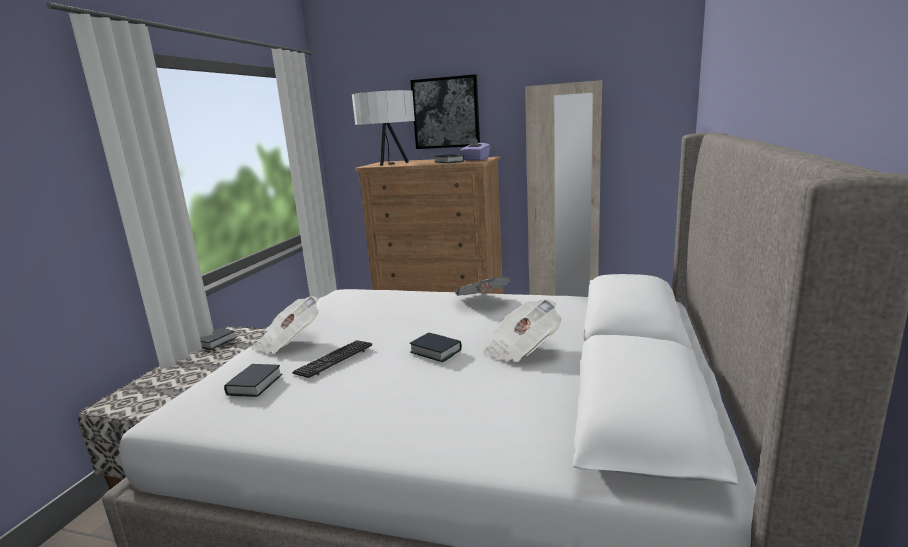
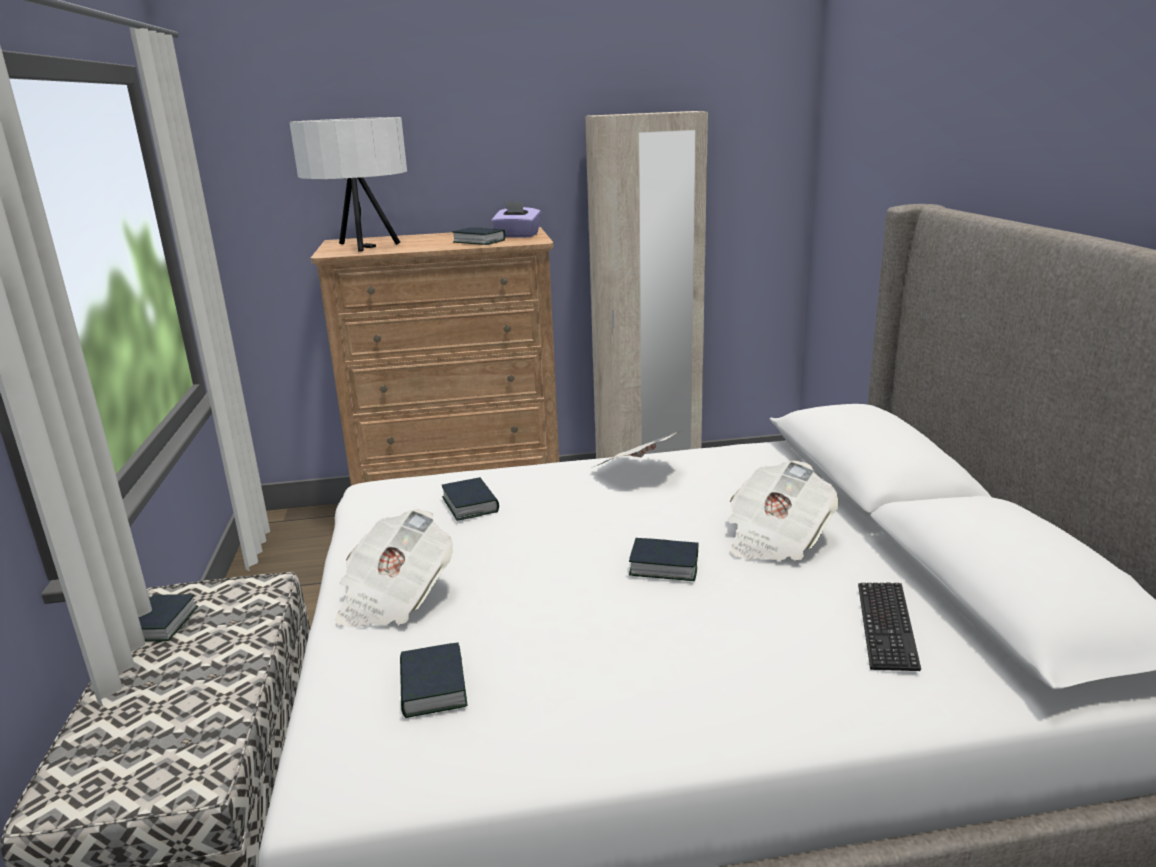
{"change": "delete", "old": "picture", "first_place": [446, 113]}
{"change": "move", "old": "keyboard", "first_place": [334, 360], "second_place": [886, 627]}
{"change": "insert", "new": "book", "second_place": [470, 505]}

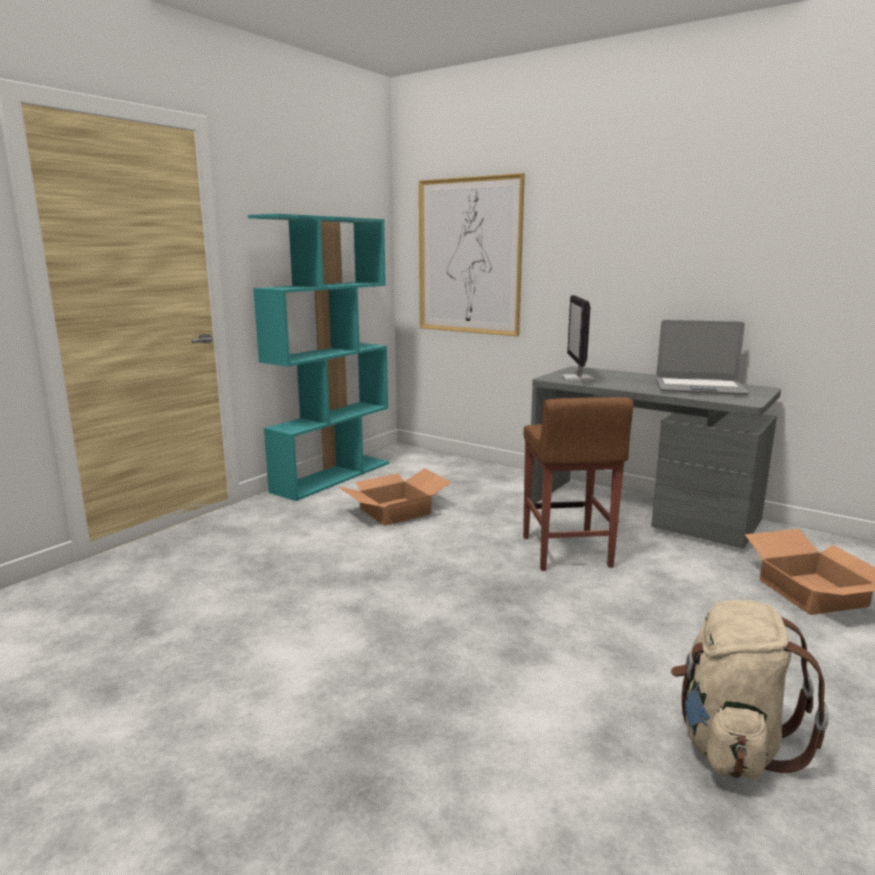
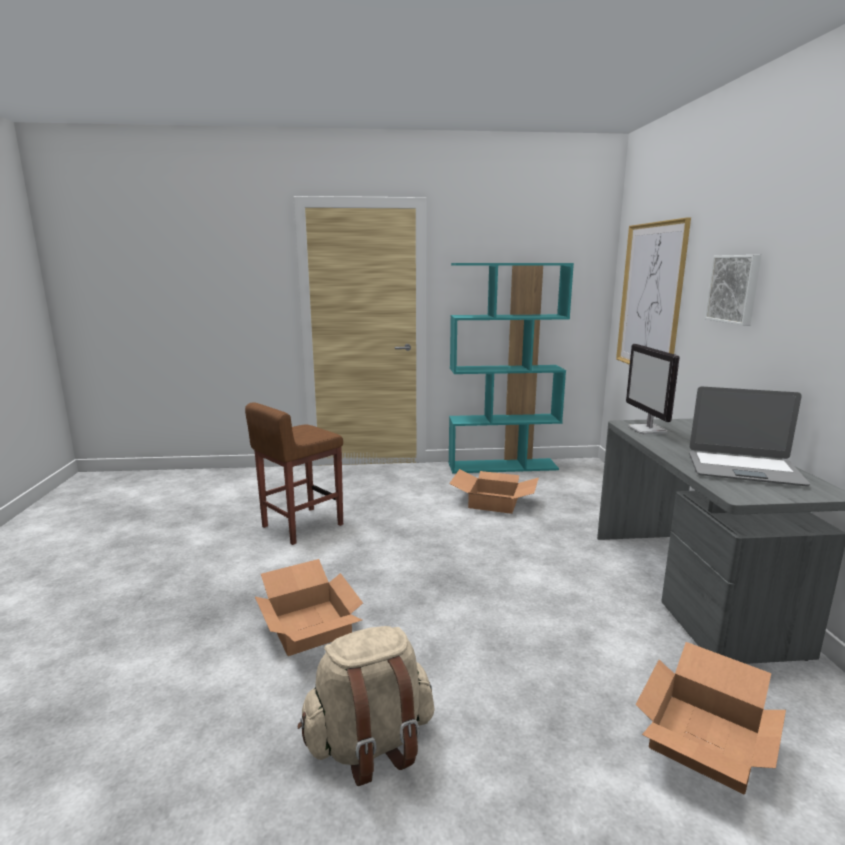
{"change": "rotate", "old": "monitor", "first_place": [578, 379], "second_place": [648, 430], "degrees": -60}
{"change": "rotate", "old": "laptop", "first_place": [699, 388], "second_place": [743, 469], "degrees": -45}
{"change": "move", "old": "brown stool", "first_place": [566, 552], "second_place": [301, 525]}
{"change": "insert", "new": "picture", "second_place": [734, 289]}
{"change": "insert", "new": "cardboard box", "second_place": [308, 626]}

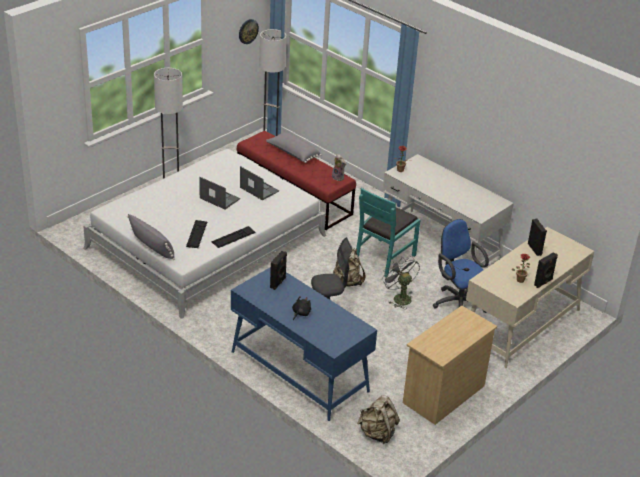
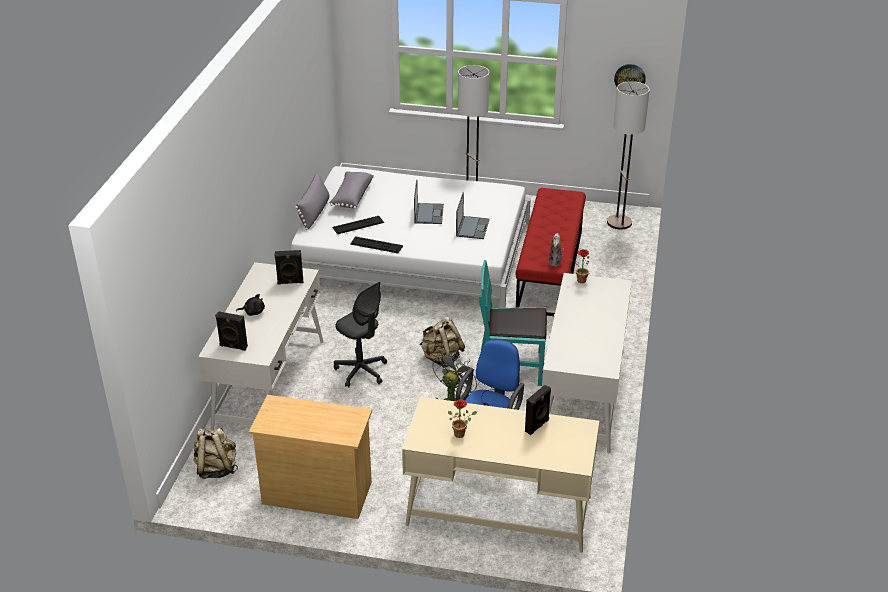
{"change": "move", "old": "grey pillow", "first_place": [292, 153], "second_place": [351, 196]}
{"change": "move", "old": "black speaker", "first_place": [543, 283], "second_place": [233, 347]}
{"change": "recolor", "old": "blue desk", "new": "white desk", "first_place": [299, 371], "second_place": [270, 383]}

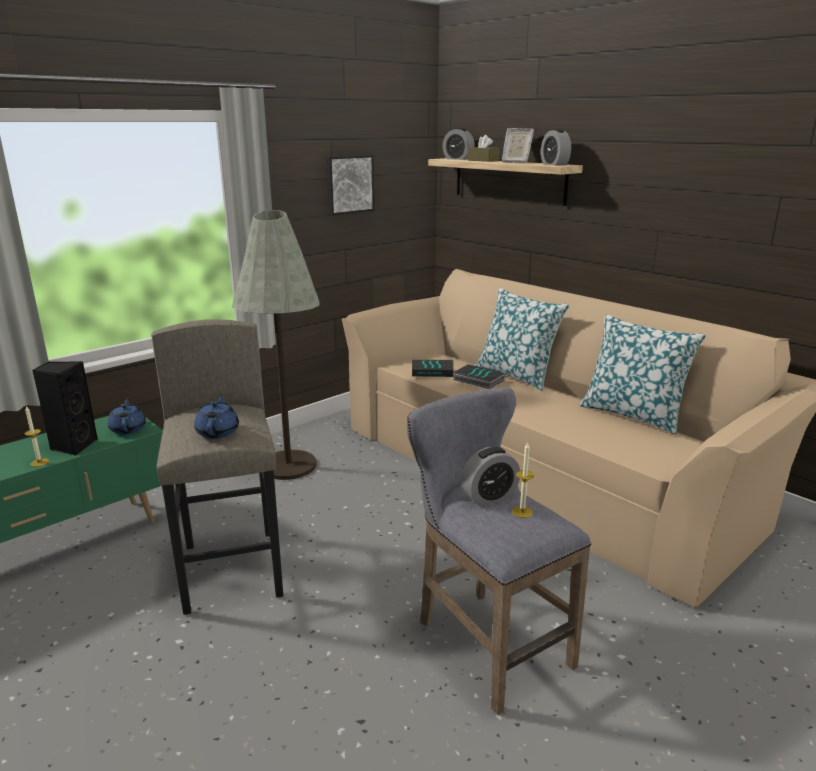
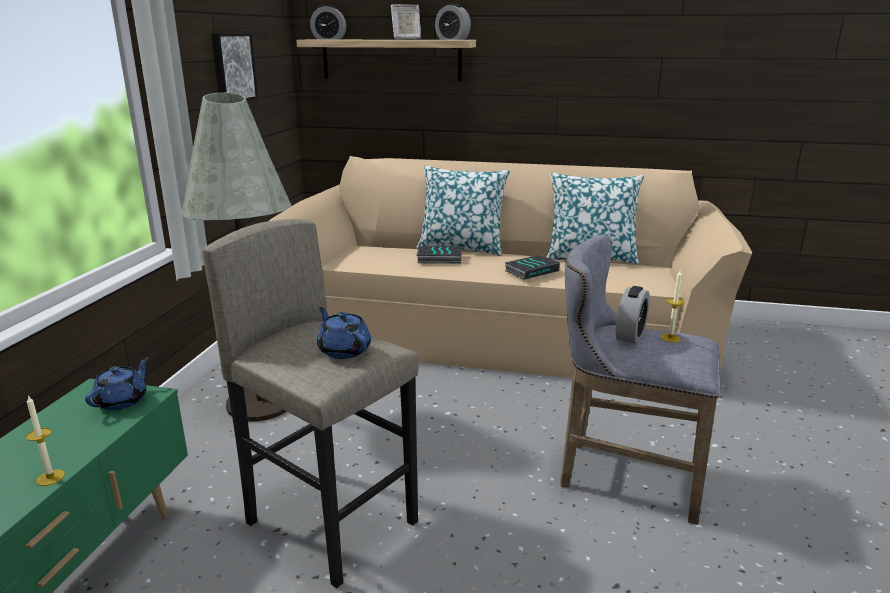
{"change": "delete", "old": "brown tissue box", "first_place": [483, 160]}
{"change": "move", "old": "book", "first_place": [433, 371], "second_place": [531, 270]}
{"change": "delete", "old": "black speaker", "first_place": [73, 446]}
{"change": "rotate", "old": "blue teapot", "first_place": [128, 429], "second_place": [122, 401], "degrees": 75}

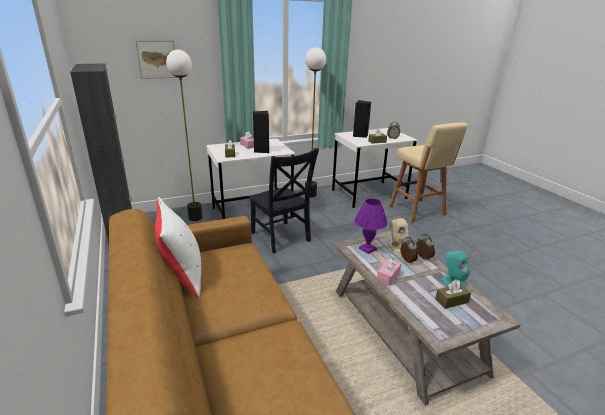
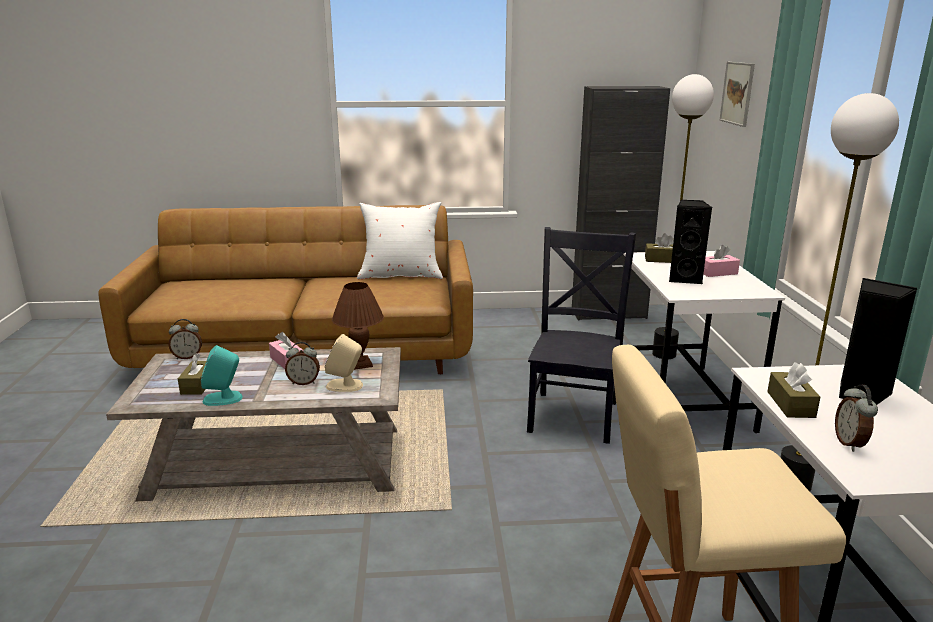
{"change": "rotate", "old": "black chair", "first_place": [281, 238], "second_place": [574, 413], "degrees": 120}
{"change": "recolor", "old": "purple table lamp", "new": "brown table lamp", "first_place": [367, 248], "second_place": [361, 364]}
{"change": "move", "old": "alarm clock", "first_place": [422, 258], "second_place": [187, 357]}

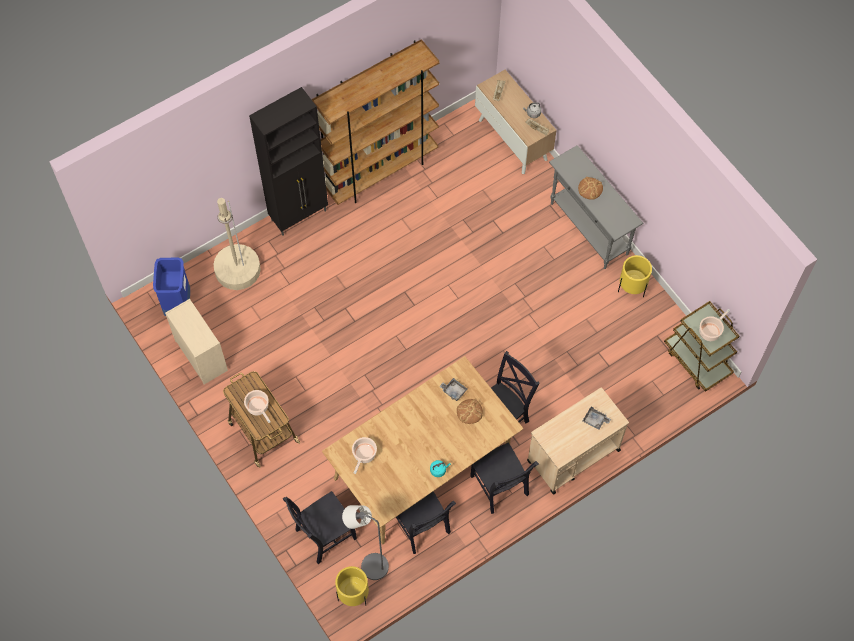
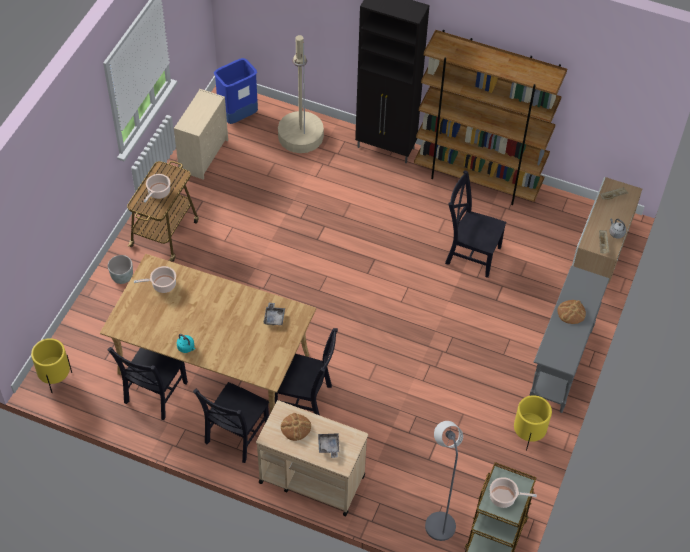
{"change": "move", "old": "bread", "first_place": [469, 412], "second_place": [295, 427]}
{"change": "move", "old": "black chair", "first_place": [323, 535], "second_place": [470, 254]}
{"change": "move", "old": "grey floor lamp", "first_place": [369, 565], "second_place": [438, 521]}
{"change": "insert", "new": "grey planter", "second_place": [122, 278]}

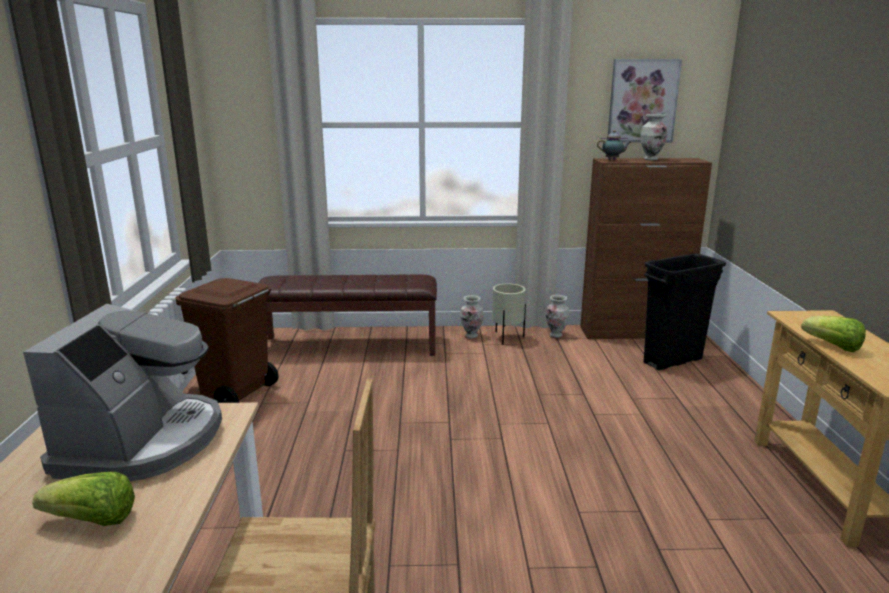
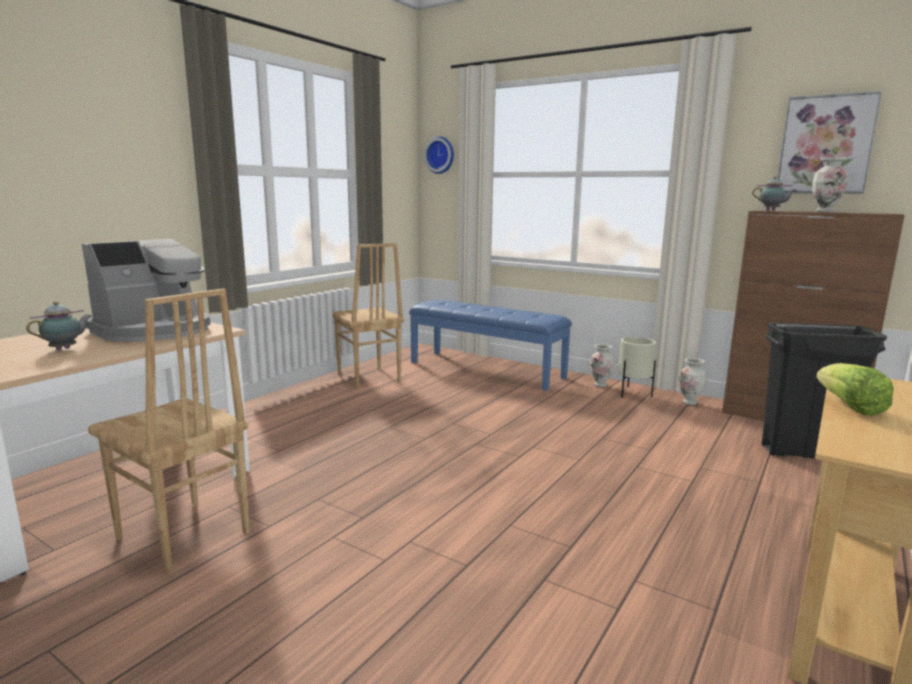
{"change": "recolor", "old": "brown bench", "new": "blue bench", "first_place": [349, 345], "second_place": [486, 369]}
{"change": "replace", "old": "brown trash can", "new": "brown chair", "first_place": [236, 394], "second_place": [368, 378]}
{"change": "replace", "old": "lettuce", "new": "teapot", "first_place": [92, 521], "second_place": [65, 349]}
{"change": "insert", "new": "wall clock", "second_place": [440, 155]}

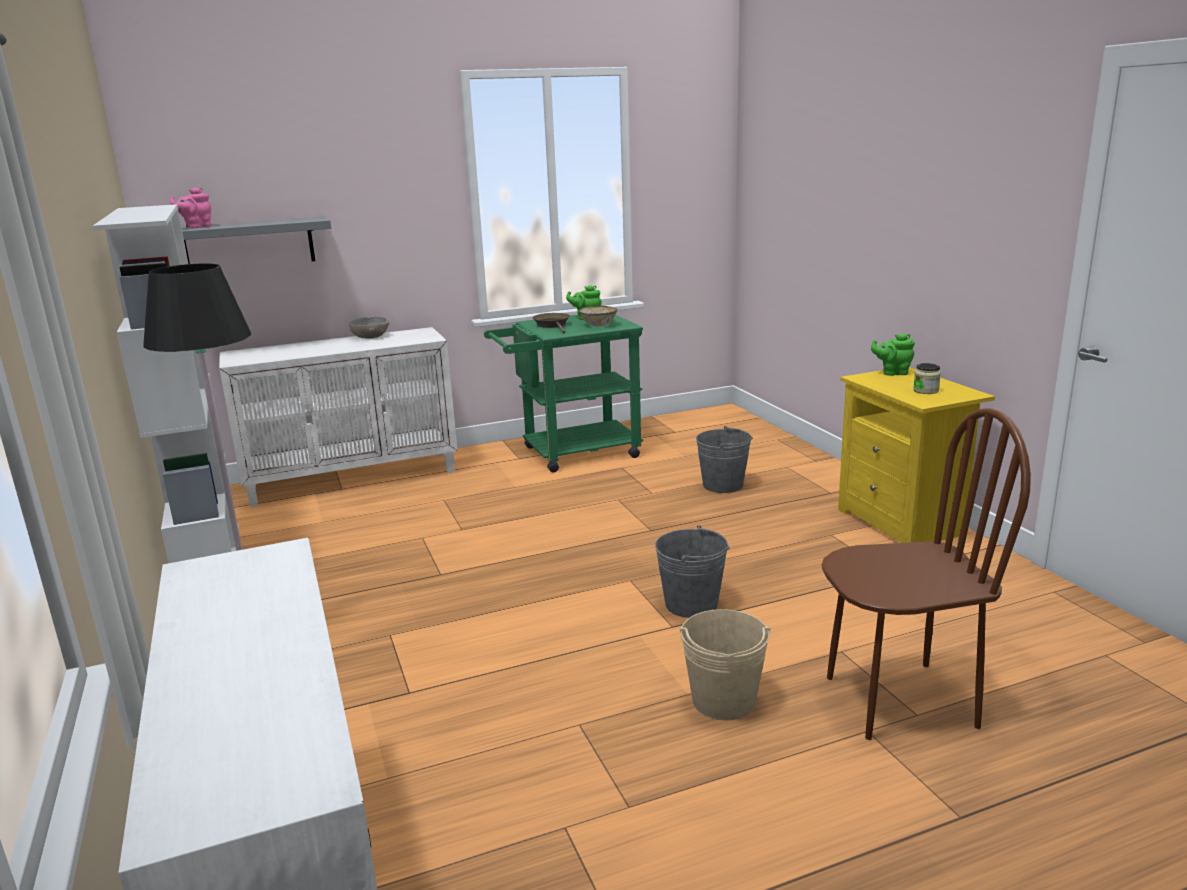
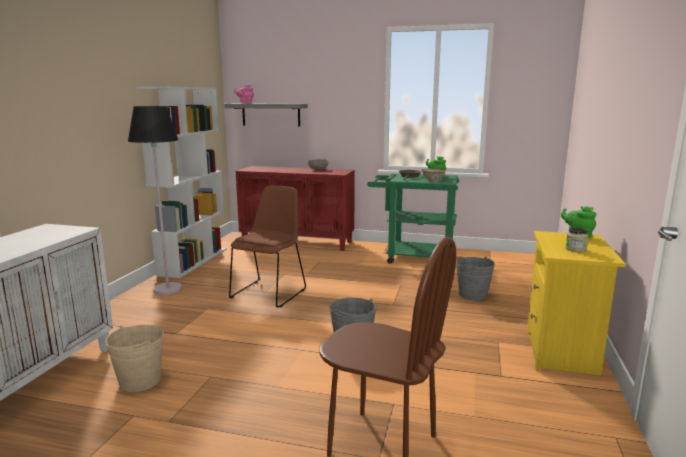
{"change": "recolor", "old": "white cabinet", "new": "red cabinet", "first_place": [353, 477], "second_place": [298, 242]}
{"change": "move", "old": "beige bucket", "first_place": [723, 700], "second_place": [140, 381]}
{"change": "insert", "new": "brown chair", "second_place": [269, 292]}

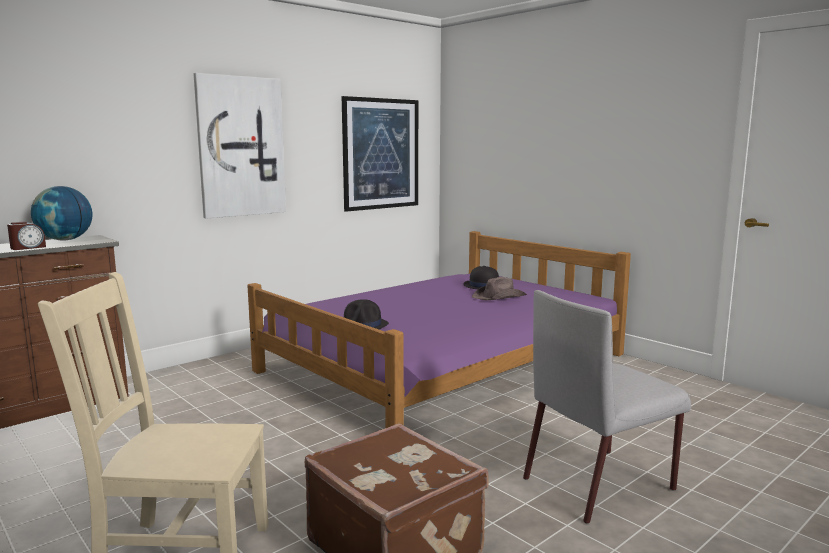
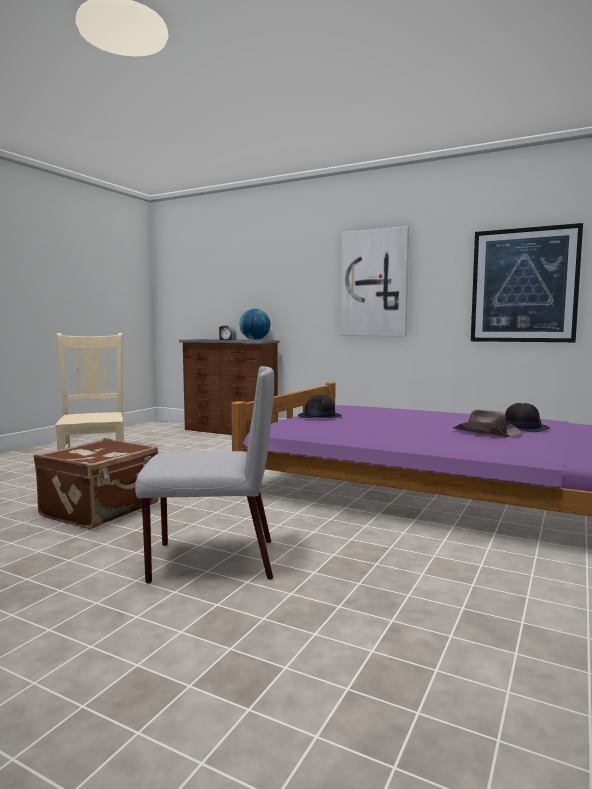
{"change": "rotate", "old": "grey chair", "first_place": [600, 483], "second_place": [210, 561], "degrees": 135}

